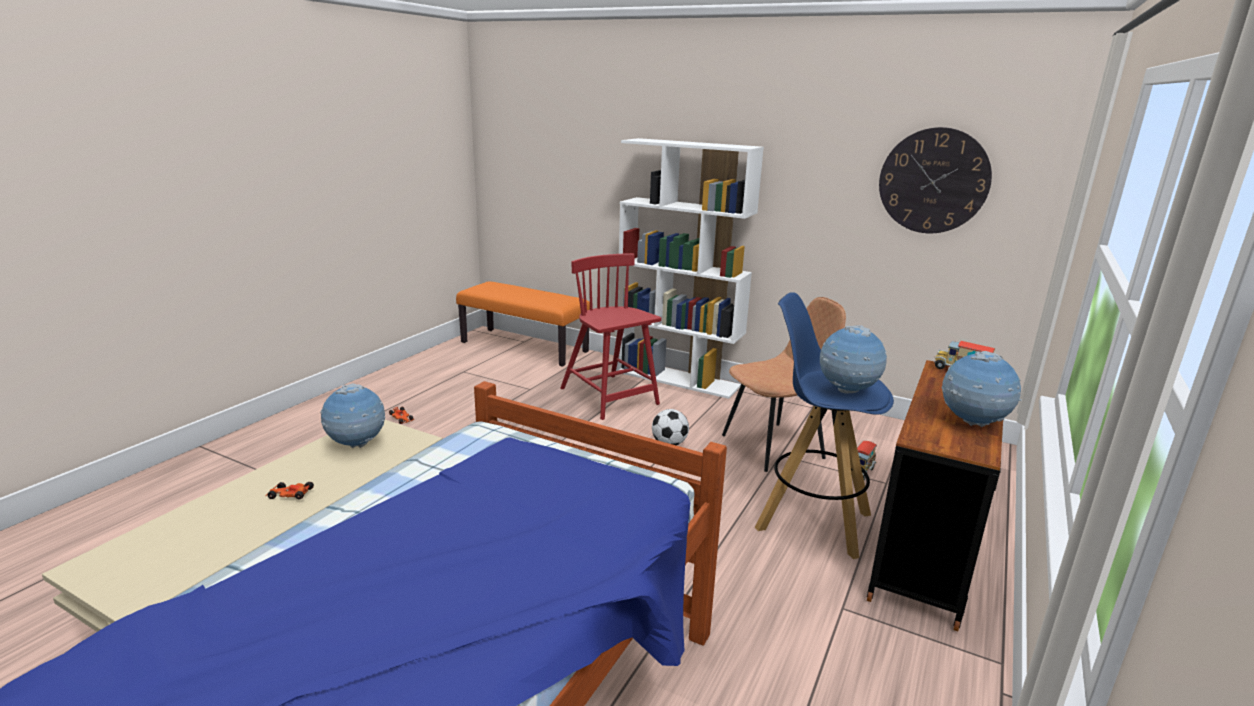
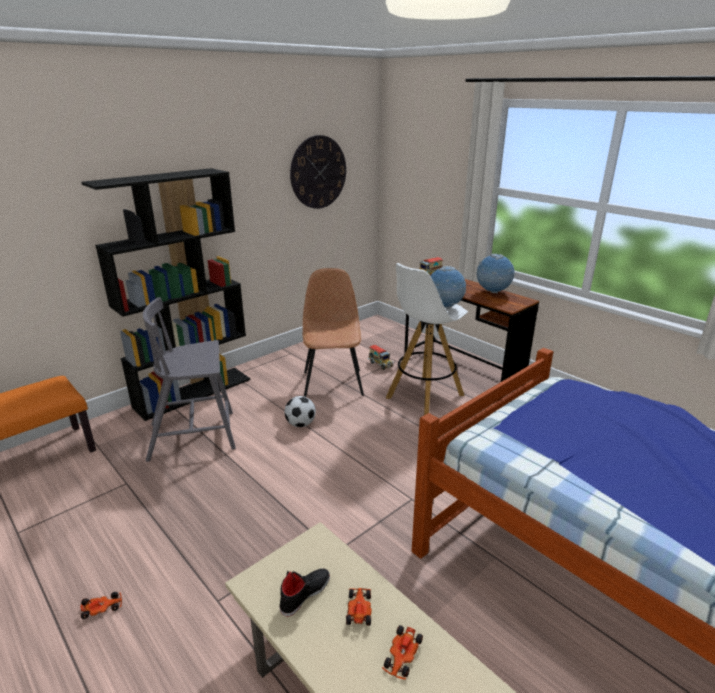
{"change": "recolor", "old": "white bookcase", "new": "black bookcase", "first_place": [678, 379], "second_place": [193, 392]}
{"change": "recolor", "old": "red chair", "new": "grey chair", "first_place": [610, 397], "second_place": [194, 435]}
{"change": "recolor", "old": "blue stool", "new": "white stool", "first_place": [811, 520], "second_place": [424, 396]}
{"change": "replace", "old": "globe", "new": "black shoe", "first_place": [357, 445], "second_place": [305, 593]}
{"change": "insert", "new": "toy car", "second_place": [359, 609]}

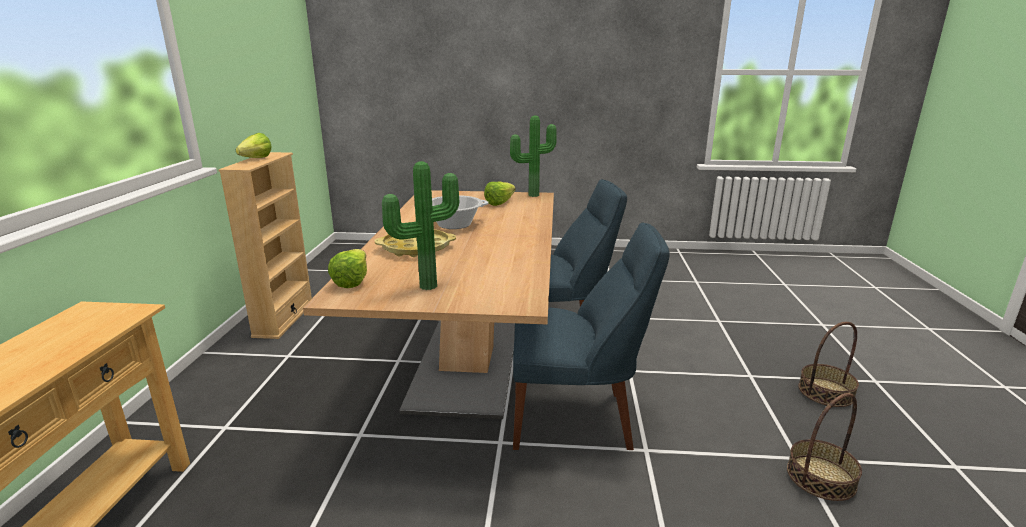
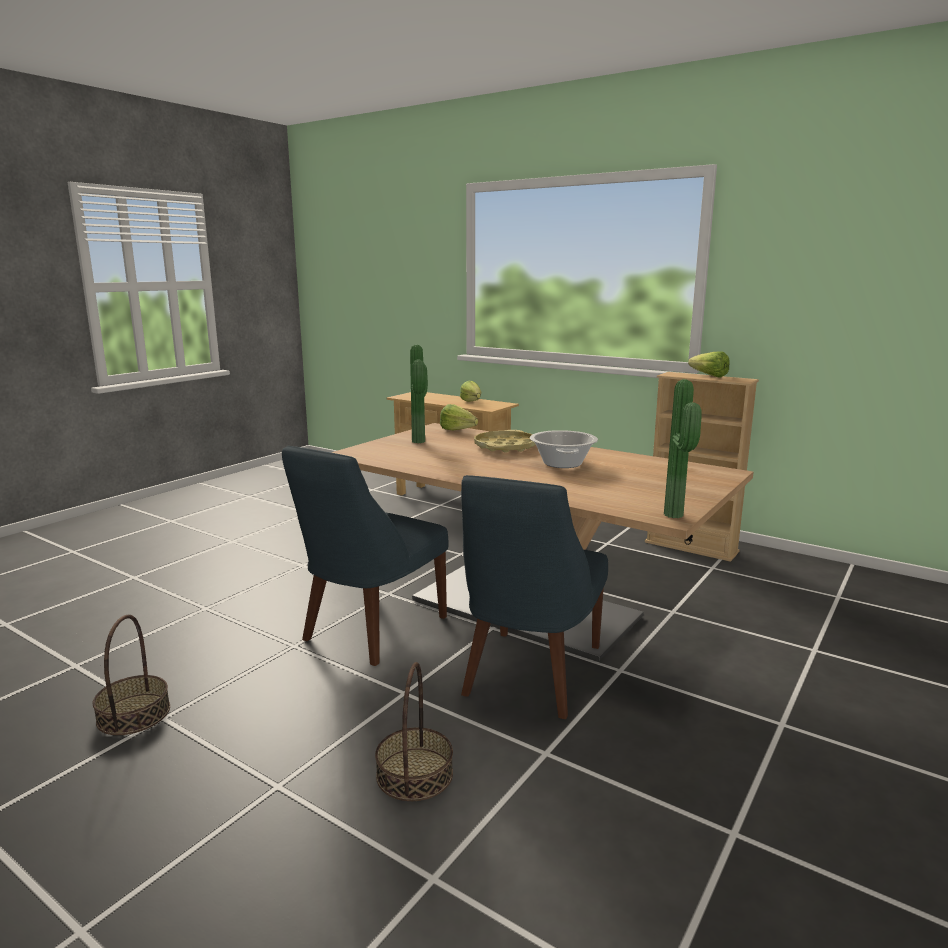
{"change": "move", "old": "lettuce", "first_place": [502, 203], "second_place": [472, 403]}
{"change": "move", "old": "basket", "first_place": [826, 392], "second_place": [414, 774]}

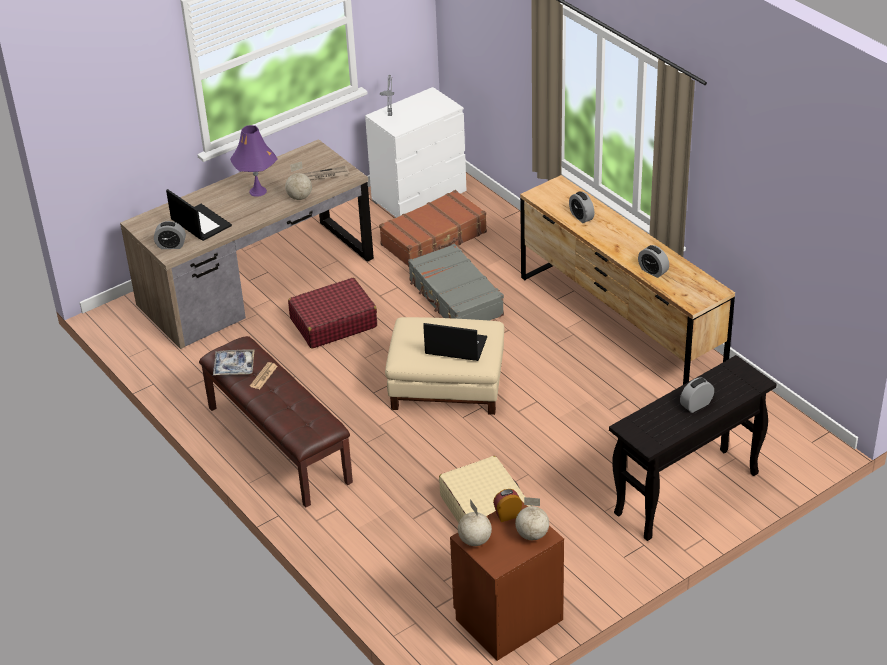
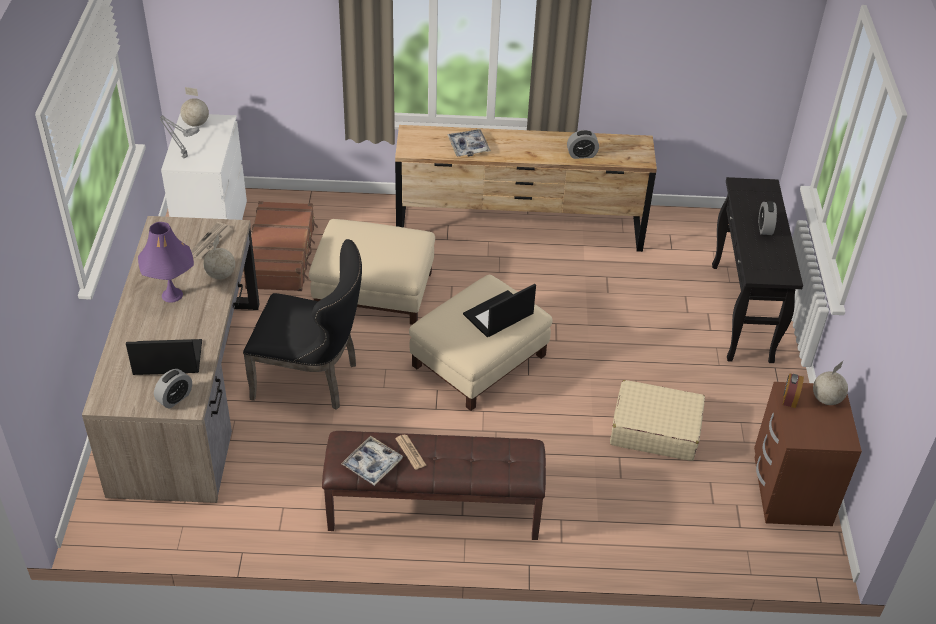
{"change": "replace", "old": "alarm clock", "new": "tray", "first_place": [581, 217], "second_place": [468, 147]}
{"change": "replace", "old": "grey suitcase", "new": "beige ottoman", "first_place": [455, 298], "second_place": [374, 290]}
{"change": "replace", "old": "red suitcase", "new": "black chair", "first_place": [333, 323], "second_place": [312, 379]}
{"change": "move", "old": "globe", "first_place": [474, 541], "second_place": [196, 124]}

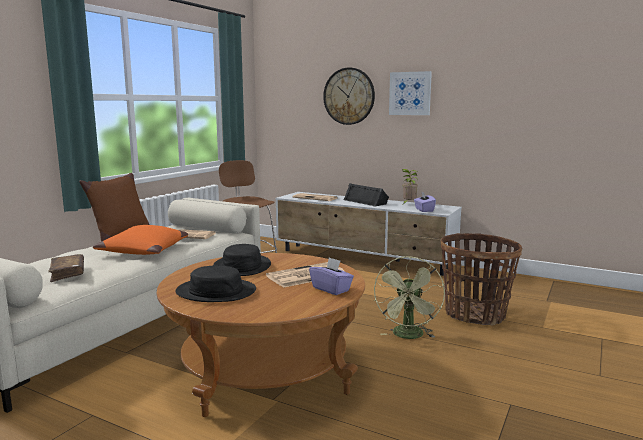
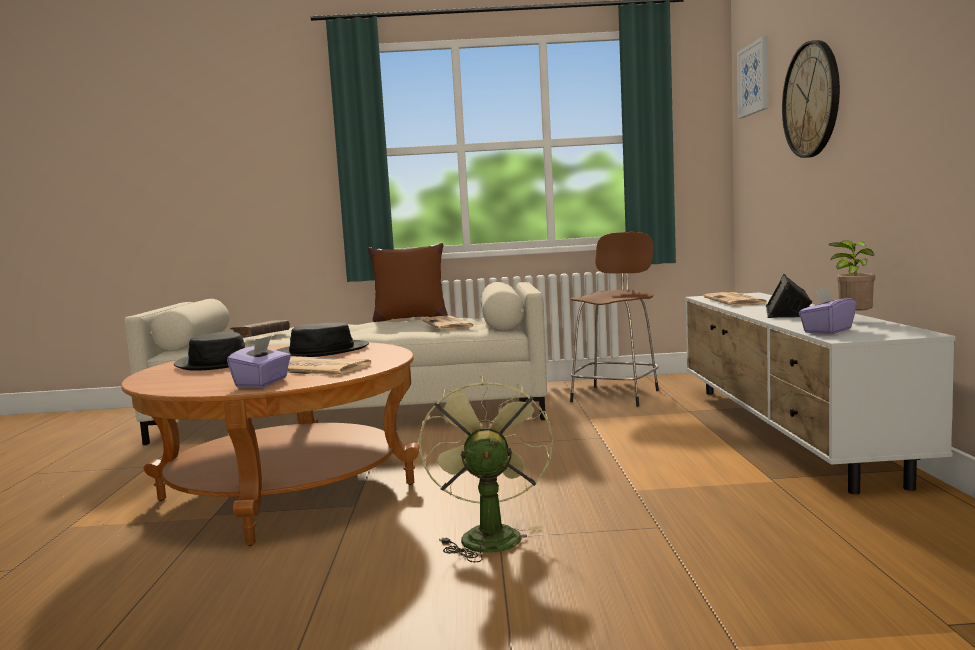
{"change": "move", "old": "picture", "first_place": [410, 93], "second_place": [754, 79]}
{"change": "delete", "old": "orange pillow", "first_place": [144, 250]}
{"change": "delete", "old": "basket", "first_place": [475, 315]}
{"change": "rotate", "old": "green fan", "first_place": [408, 336], "second_place": [488, 535], "degrees": 105}

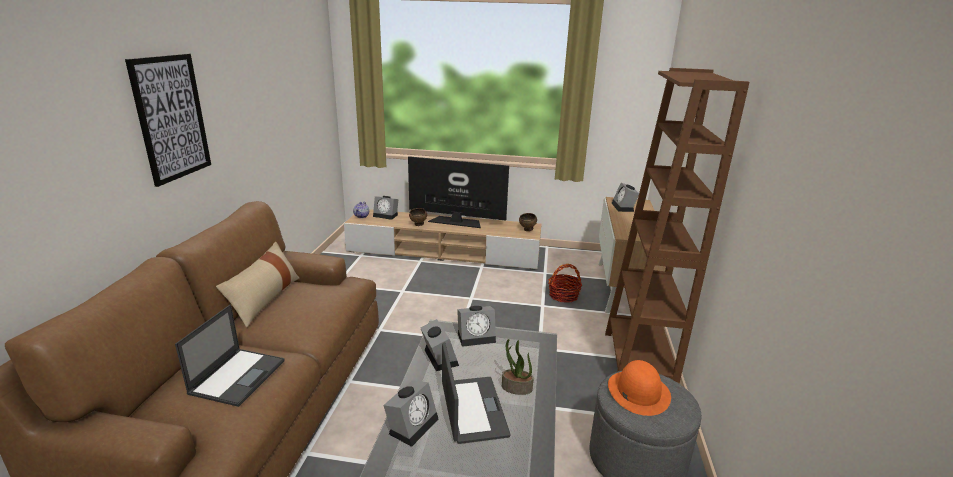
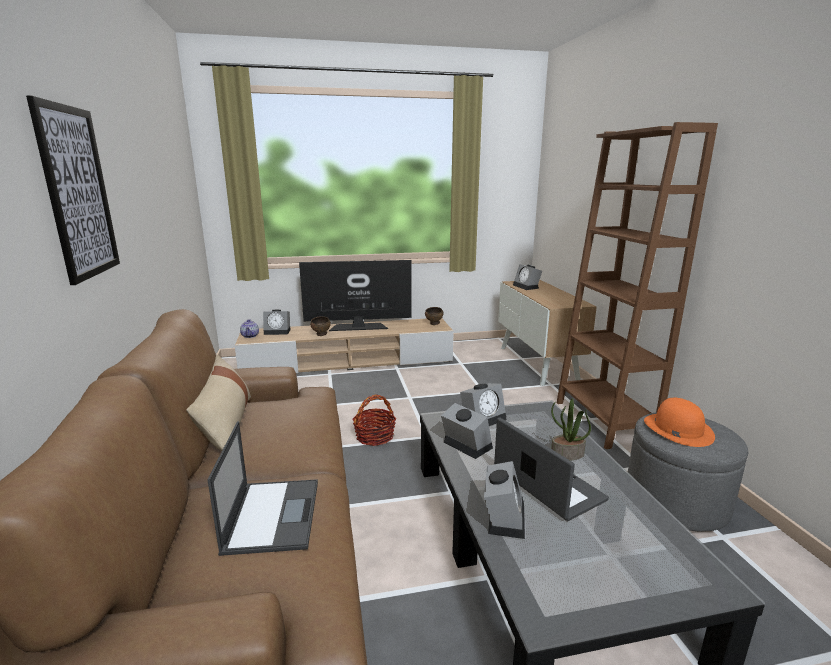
{"change": "move", "old": "basket", "first_place": [563, 295], "second_place": [375, 436]}

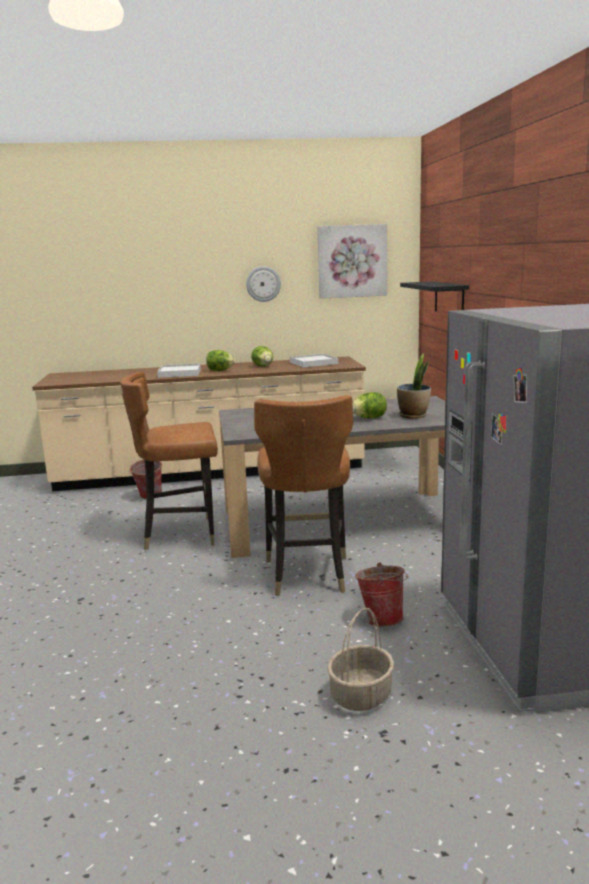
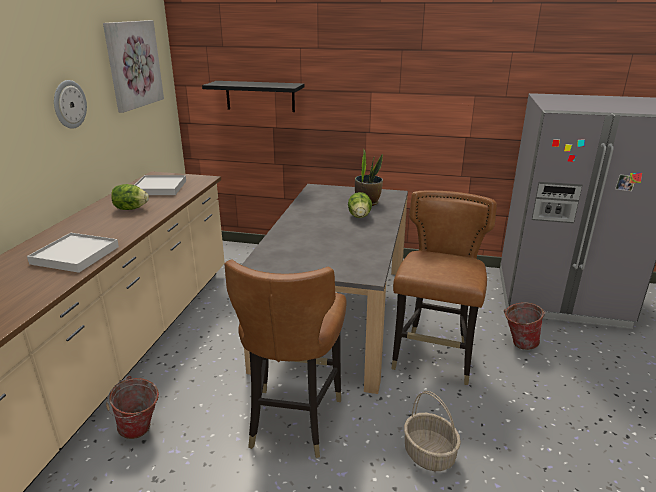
{"change": "delete", "old": "lettuce", "first_place": [220, 370]}
{"change": "rotate", "old": "brown chair", "first_place": [307, 574], "second_place": [434, 358], "degrees": -90}
{"change": "move", "old": "basket", "first_place": [361, 696], "second_place": [430, 454]}

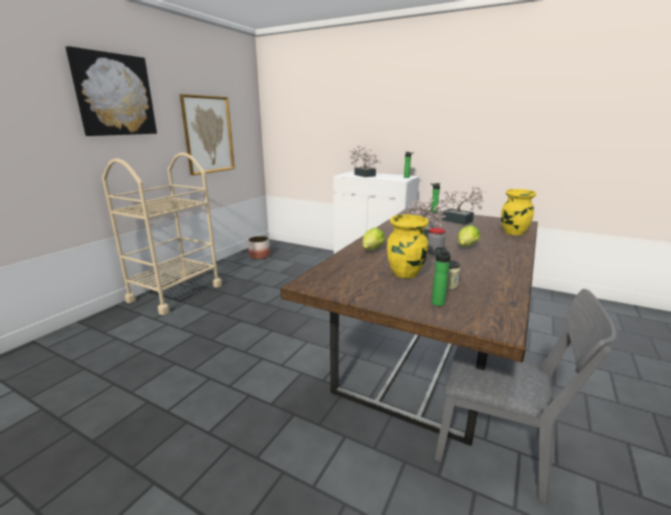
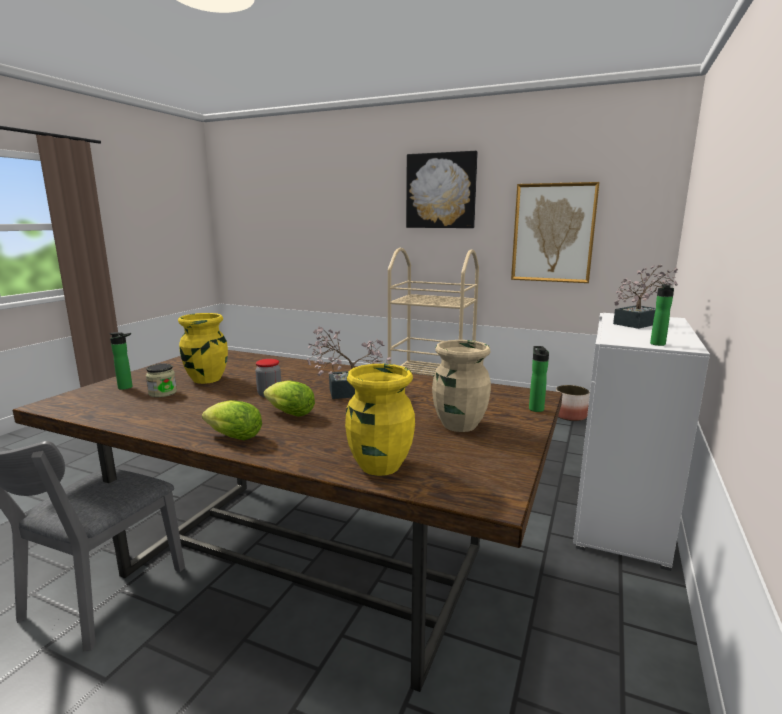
{"change": "replace", "old": "potted plant", "new": "beige vase", "first_place": [460, 221], "second_place": [459, 425]}
{"change": "move", "old": "lettuce", "first_place": [371, 250], "second_place": [231, 437]}

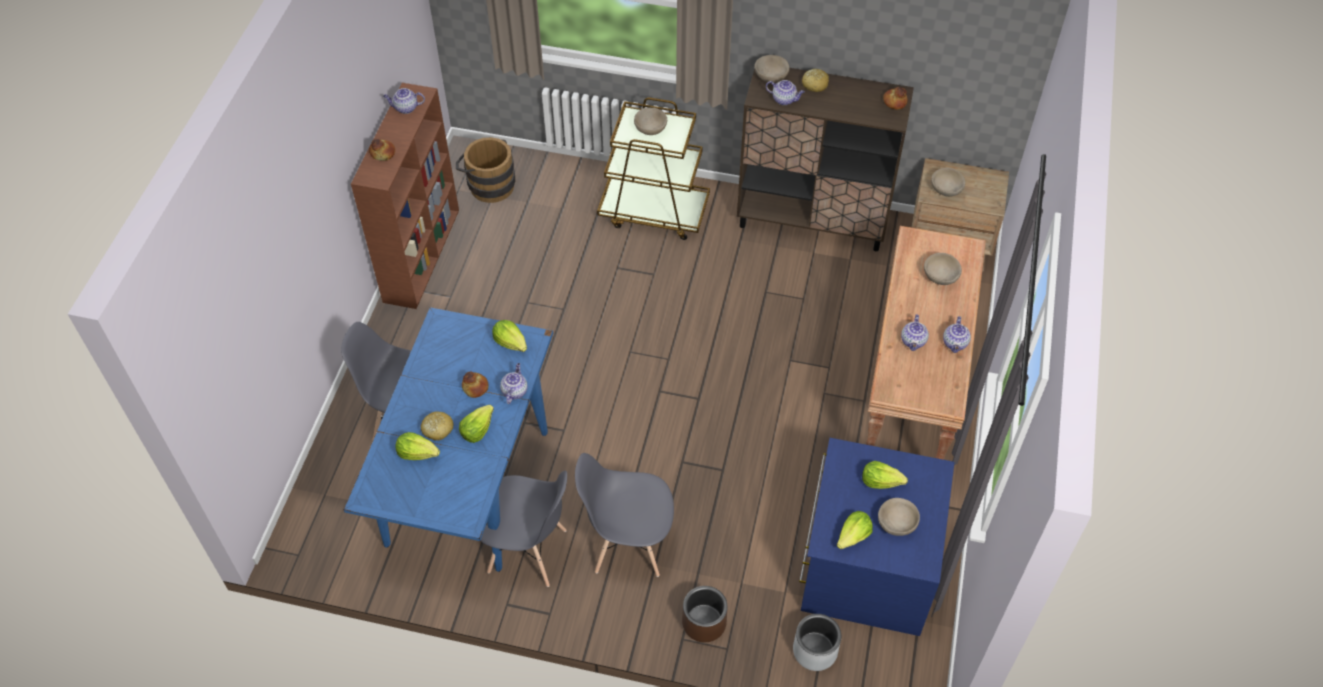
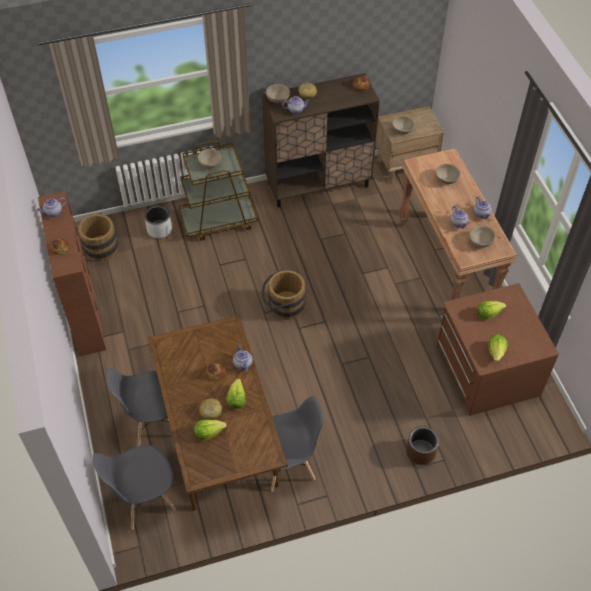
{"change": "recolor", "old": "blue dining table", "new": "brown dining table", "first_place": [468, 485], "second_place": [220, 443]}
{"change": "delete", "old": "lettuce", "first_place": [511, 342]}
{"change": "recolor", "old": "blue dresser", "new": "brown dresser", "first_place": [866, 564], "second_place": [485, 370]}
{"change": "move", "old": "grey chair", "first_place": [628, 545], "second_place": [145, 499]}
{"change": "move", "old": "beige bowl", "first_place": [896, 523], "second_place": [480, 242]}
{"change": "move", "old": "grey planter", "first_place": [814, 651], "second_place": [159, 229]}
{"change": "insert", "new": "brown bucket", "second_place": [283, 306]}

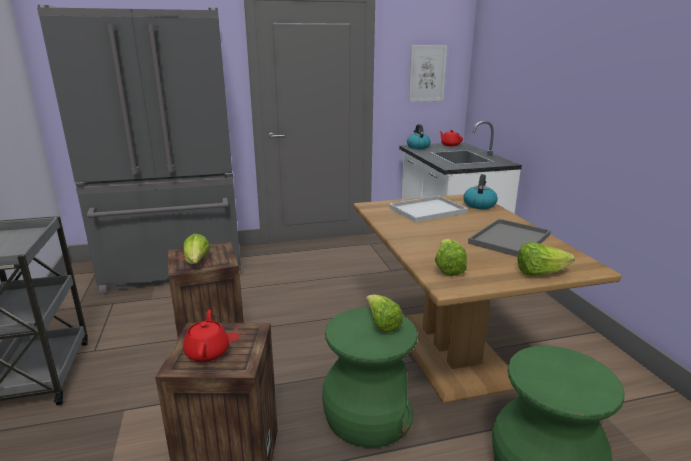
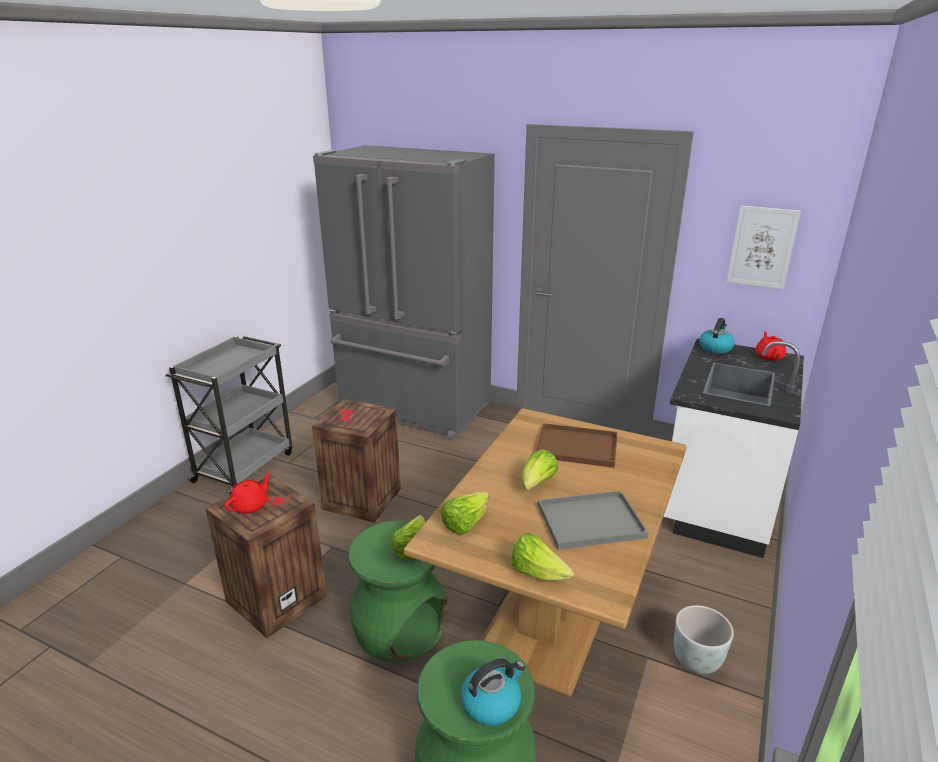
{"change": "move", "old": "kettle", "first_place": [479, 204], "second_place": [491, 703]}
{"change": "recolor", "old": "white tray", "new": "brown tray", "first_place": [427, 210], "second_place": [575, 447]}
{"change": "move", "old": "lettuce", "first_place": [197, 262], "second_place": [537, 484]}
{"change": "insert", "new": "grey planter", "second_place": [697, 660]}

